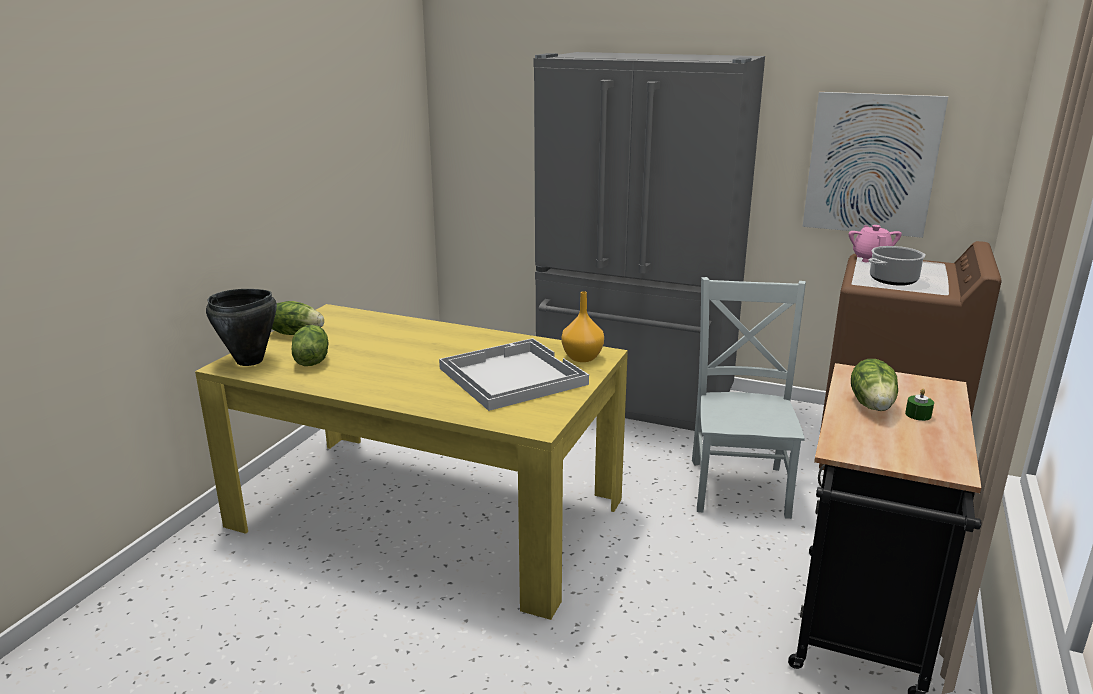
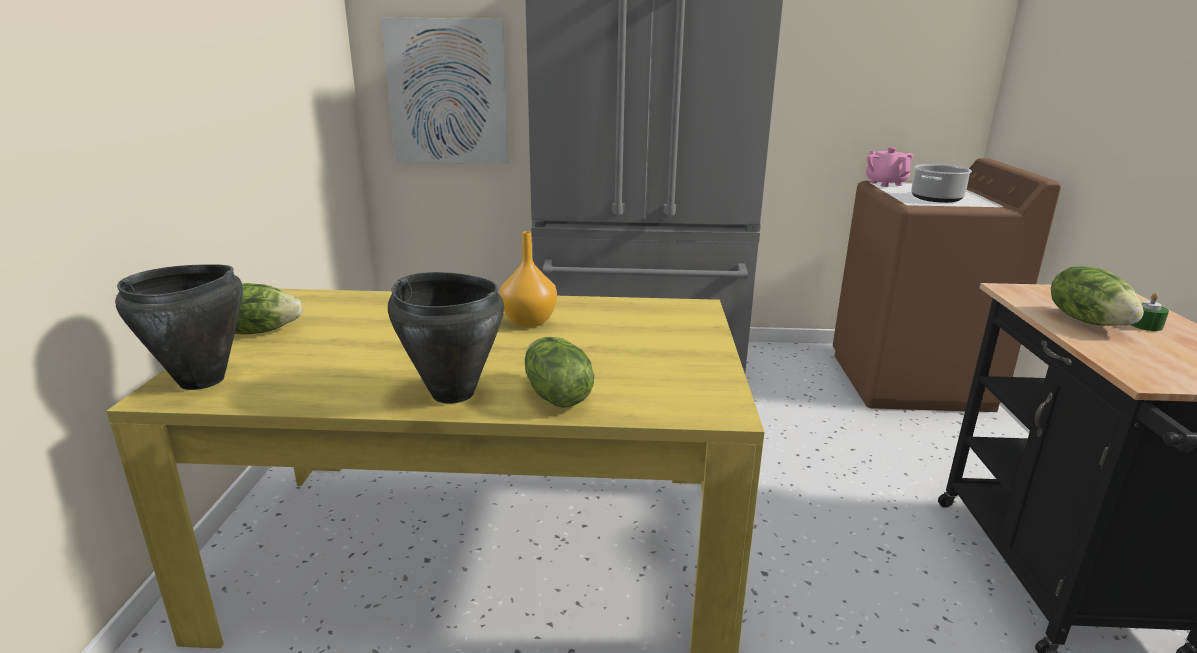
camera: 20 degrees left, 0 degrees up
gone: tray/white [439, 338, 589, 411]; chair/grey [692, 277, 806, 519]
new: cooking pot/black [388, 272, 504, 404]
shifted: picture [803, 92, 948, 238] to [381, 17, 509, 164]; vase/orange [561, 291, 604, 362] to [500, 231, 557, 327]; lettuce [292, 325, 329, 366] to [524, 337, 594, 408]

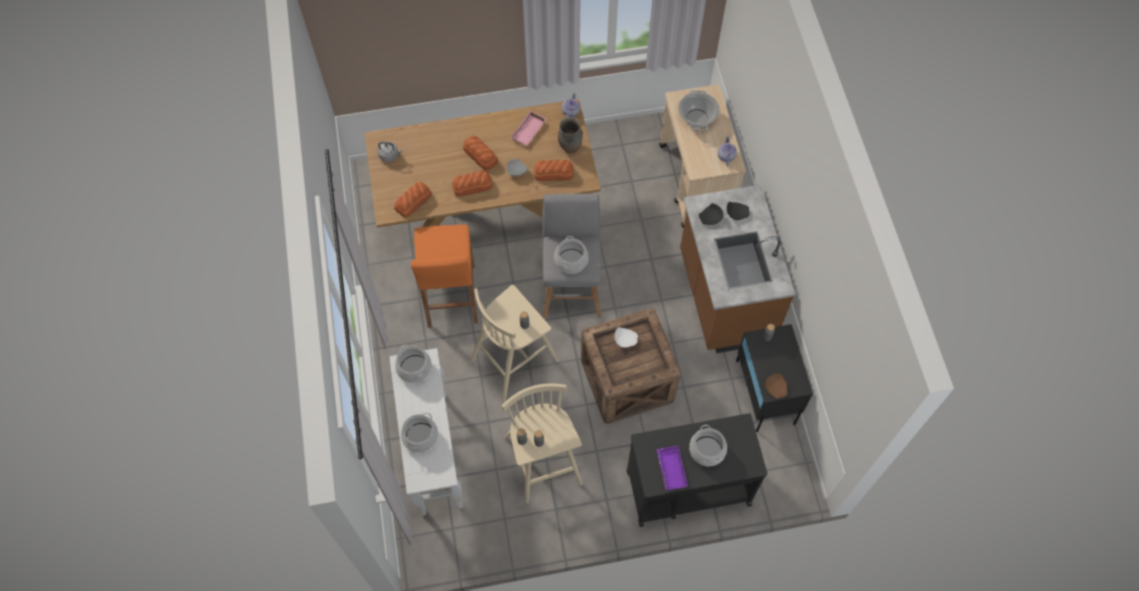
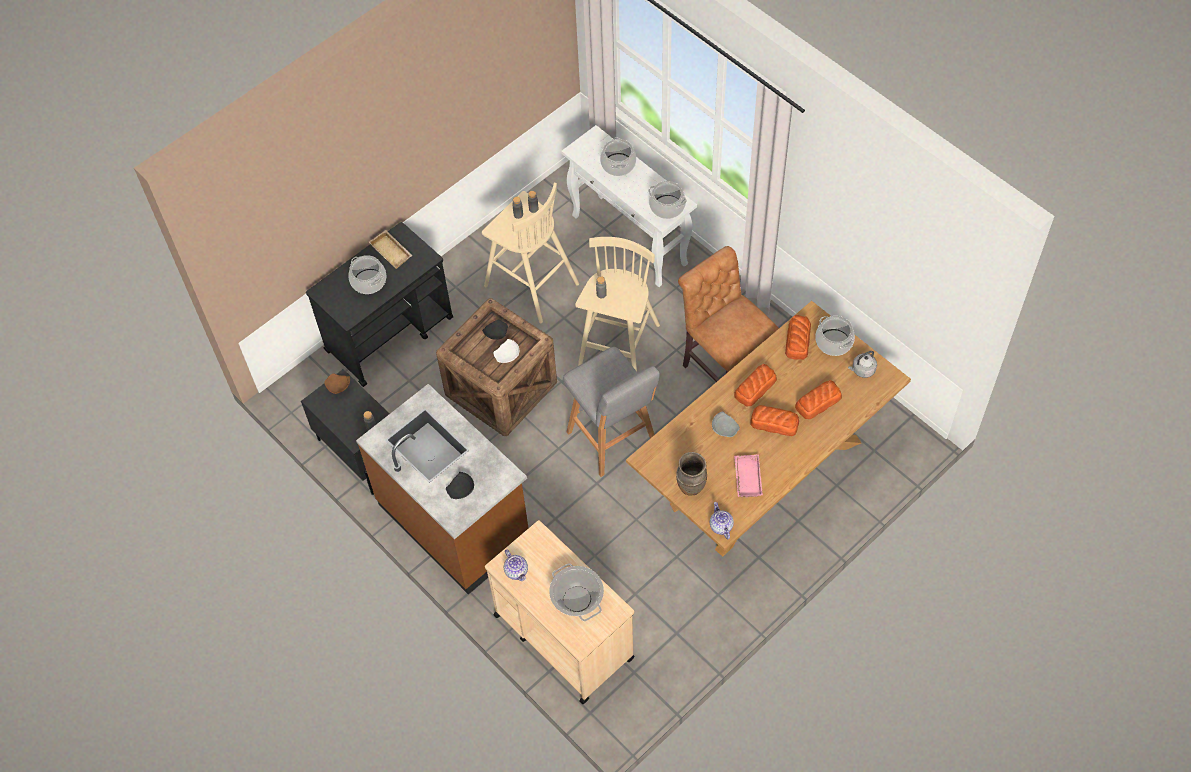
camera: 150 degrees right, 5 degrees down
shifted: plate/black [699, 203, 723, 225] to [482, 319, 508, 340]; bread [534, 160, 574, 181] to [795, 380, 842, 419]; cooking pot [554, 236, 589, 274] to [815, 316, 855, 356]
swapped: stool/orange [411, 225, 478, 328] to chair/brown [678, 246, 779, 382]
repainted: tray/purple [657, 446, 688, 490] to tray/beige [369, 230, 413, 269]

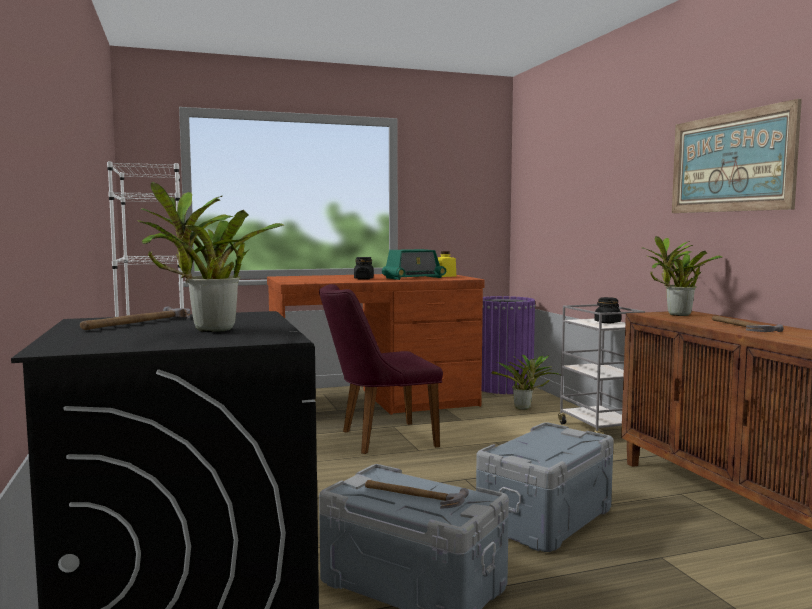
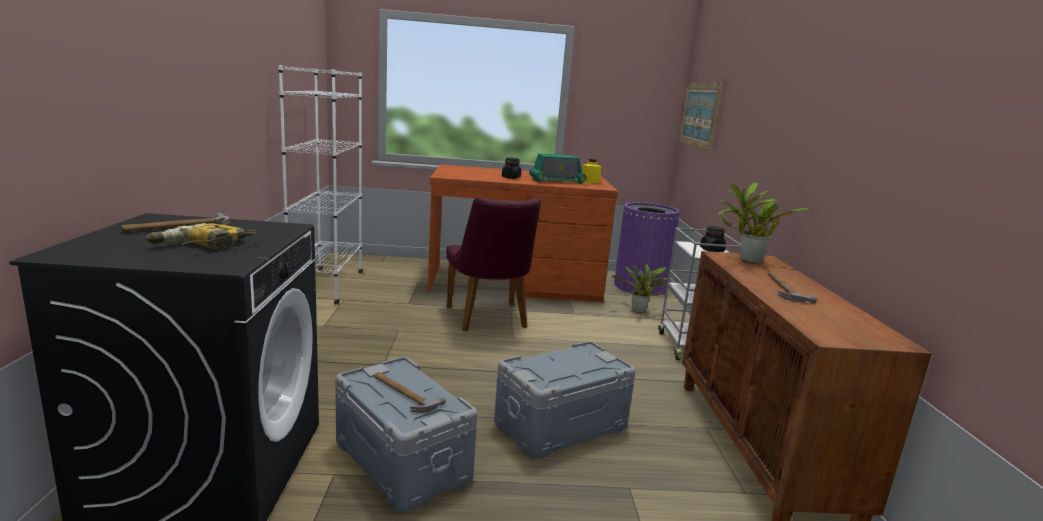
camera: 15 degrees right, 10 degrees up
shifted: picture [672, 99, 802, 213] to [678, 83, 723, 152]
swapped: potted plant [137, 182, 284, 332] to power drill [146, 223, 260, 250]
rotated: chair/purple [319, 284, 443, 454] = [446, 197, 541, 331] 105 degrees counterclockwise

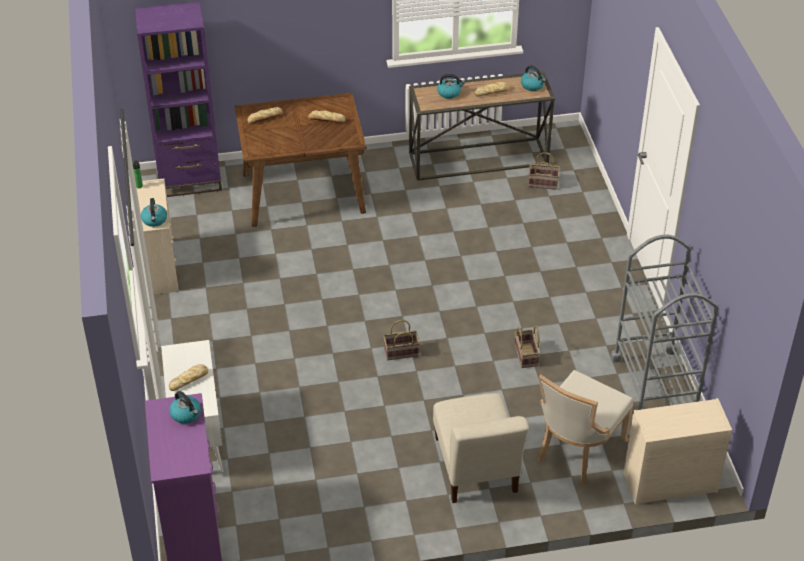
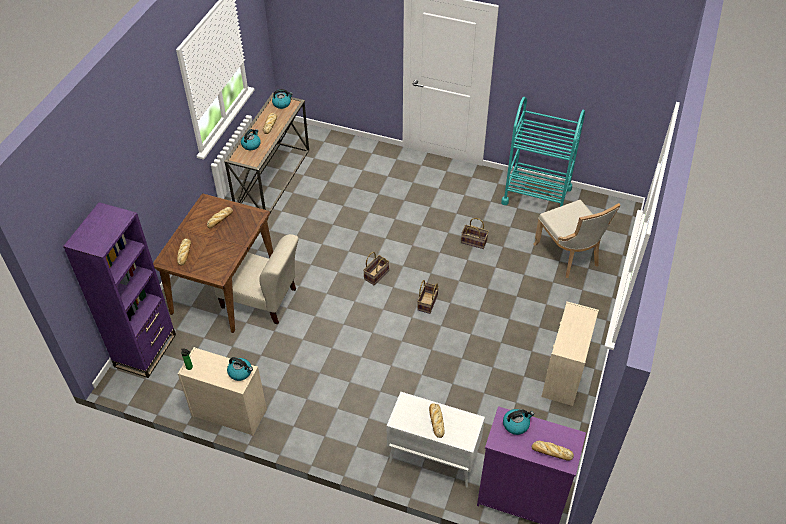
camera: 60 degrees left, 5 degrees up
new: bread [532, 441, 574, 461]
shifted: chair/beige [433, 393, 529, 503] to [214, 234, 299, 324]; basket [528, 152, 560, 190] to [363, 252, 390, 285]; dresser/beige [624, 398, 732, 505] to [541, 301, 599, 406]
repainted: cart/grey [611, 235, 719, 410] to cart/turquoise [501, 97, 585, 207]

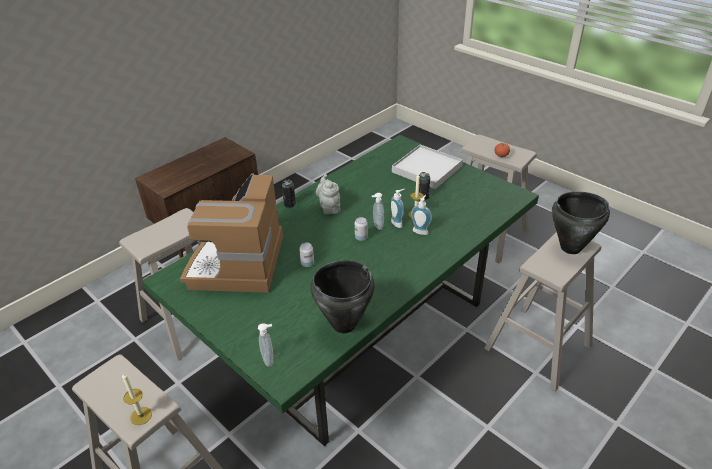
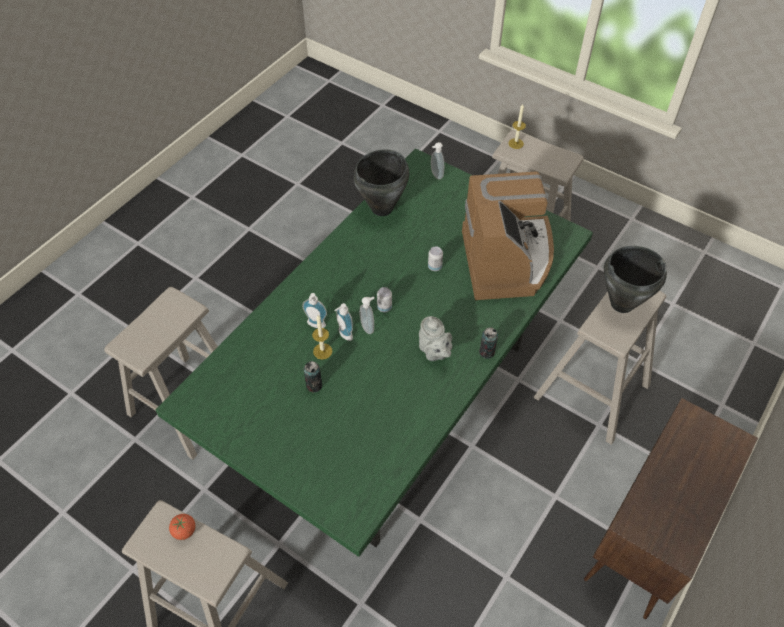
camera: 170 degrees right, 15 degrees up
gone: tray/white [392, 145, 463, 189]
shifted: cooking pot/black [552, 192, 610, 254] to [604, 246, 667, 313]

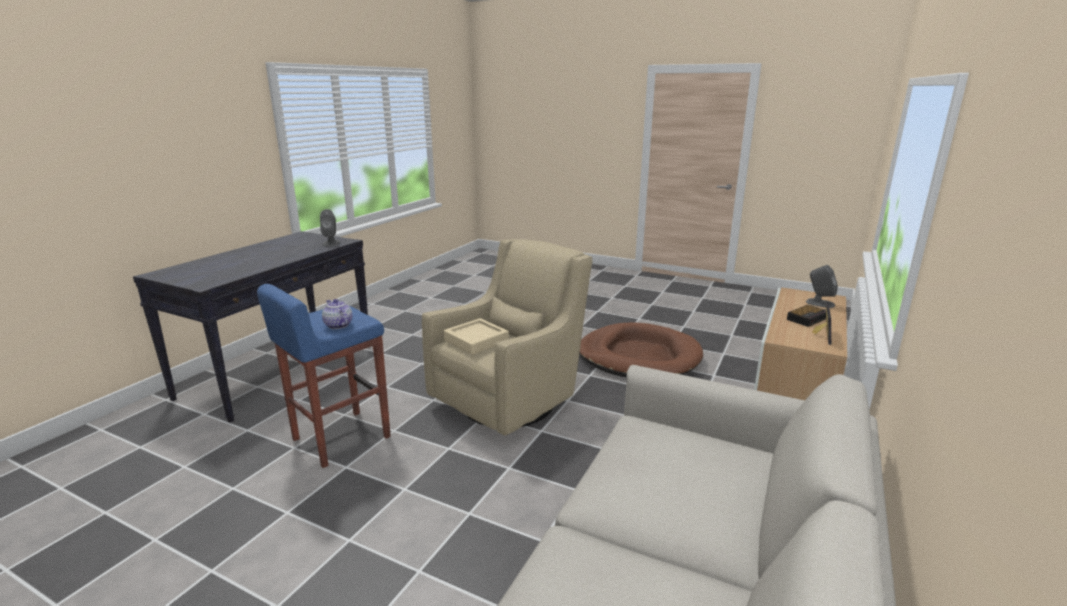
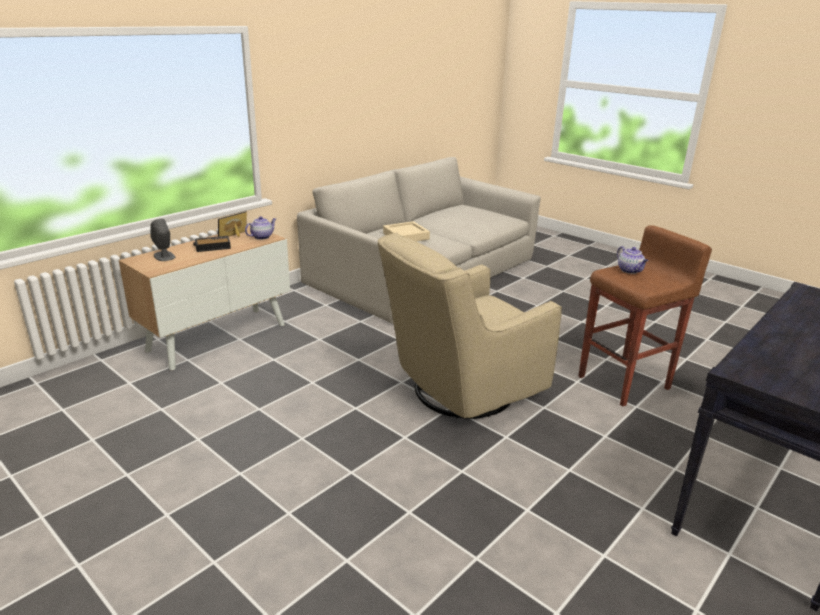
camera: 165 degrees left, 5 degrees up
gone: speaker/grey [320, 209, 340, 247]; dog bed/brown [579, 322, 703, 377]
new: teapot [245, 216, 276, 240]
shifted: tray/beige [444, 318, 509, 355] to [383, 221, 430, 241]
repainted: stool/blue [257, 284, 391, 468] to stool/brown [578, 225, 712, 407]

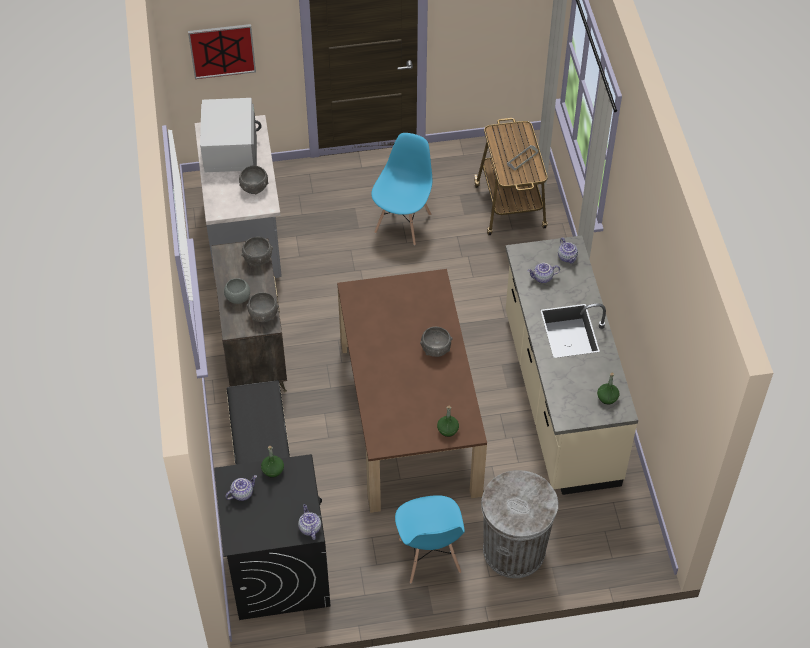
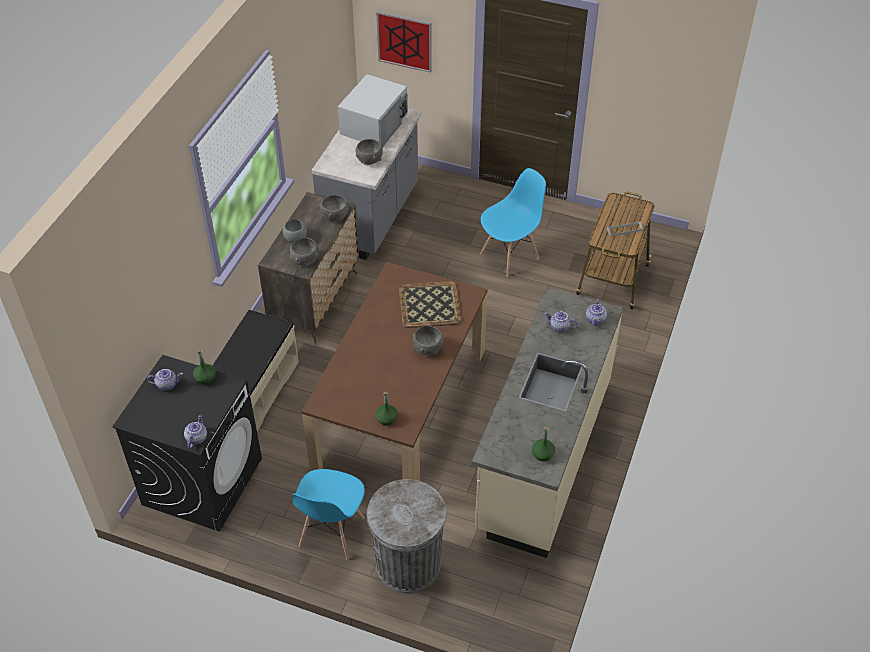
camera: 30 degrees right, 5 degrees down
new: tray [399, 281, 462, 328]

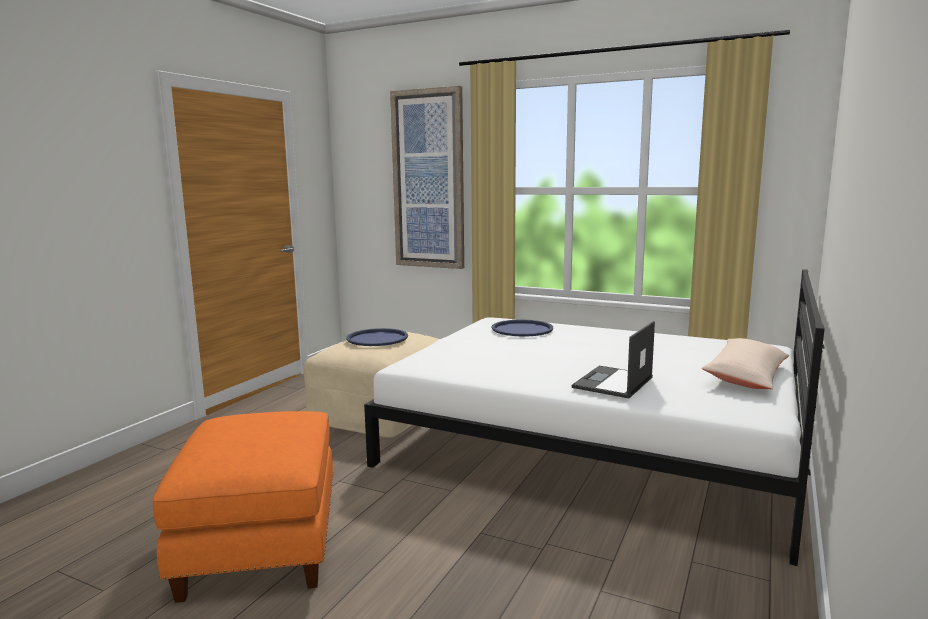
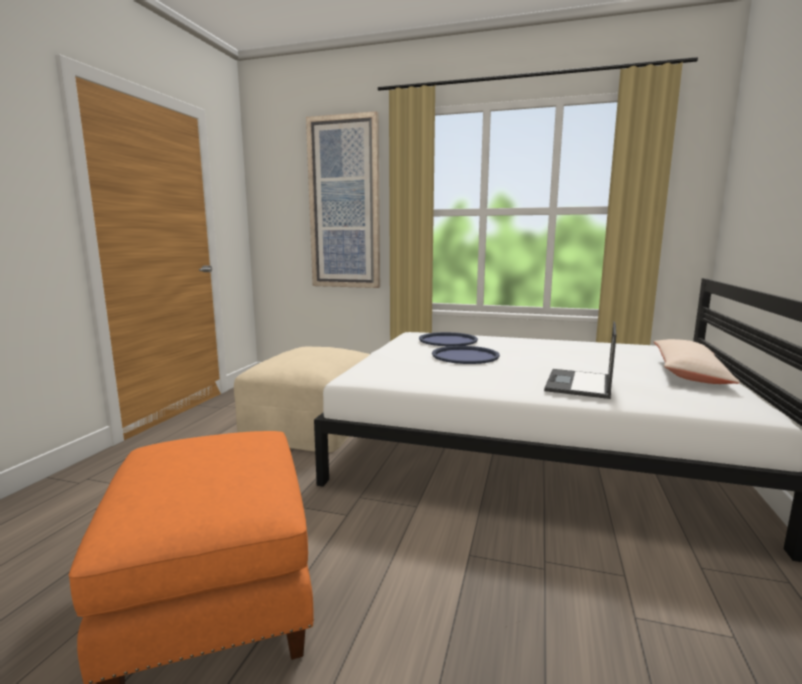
camera: 10 degrees left, 0 degrees up
shifted: tray/blue [346, 328, 408, 346] to [432, 346, 500, 364]

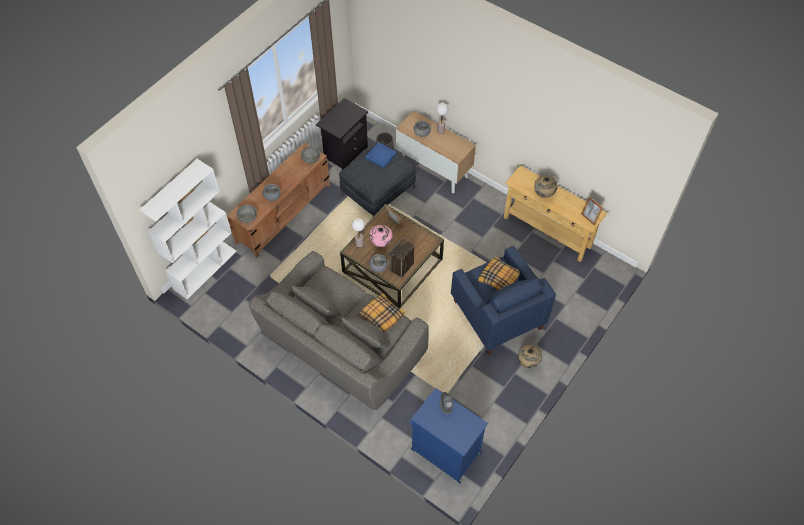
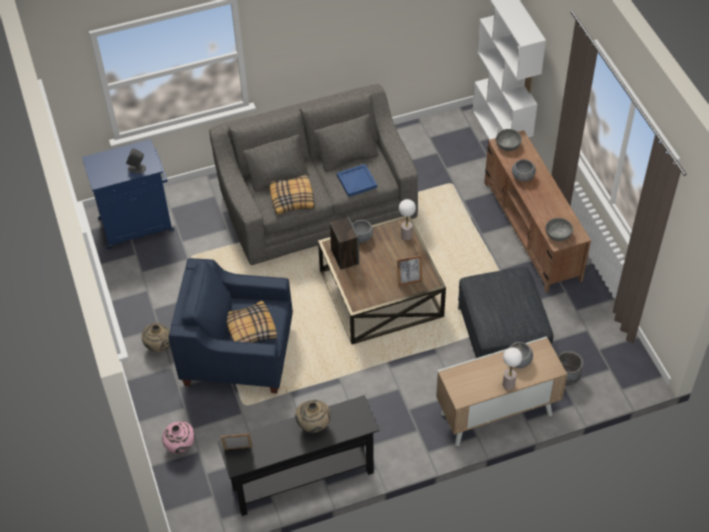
camera: 125 degrees right, 5 degrees down
gone: nightstand/black [316, 98, 368, 170]
shifted: vase/pink [369, 225, 393, 247] to [162, 421, 195, 453]; tray/blue [365, 143, 397, 168] to [337, 164, 377, 197]
repainted: console table/beige [504, 165, 607, 262] to console table/black [218, 395, 380, 516]

